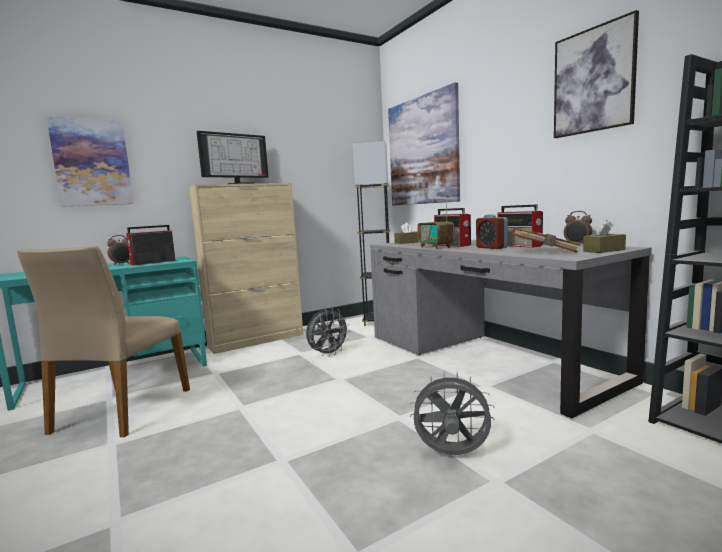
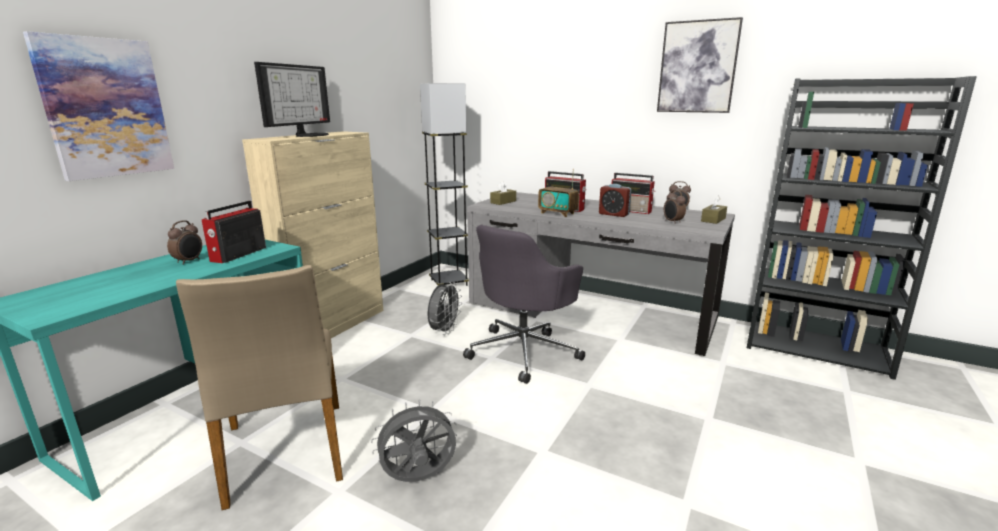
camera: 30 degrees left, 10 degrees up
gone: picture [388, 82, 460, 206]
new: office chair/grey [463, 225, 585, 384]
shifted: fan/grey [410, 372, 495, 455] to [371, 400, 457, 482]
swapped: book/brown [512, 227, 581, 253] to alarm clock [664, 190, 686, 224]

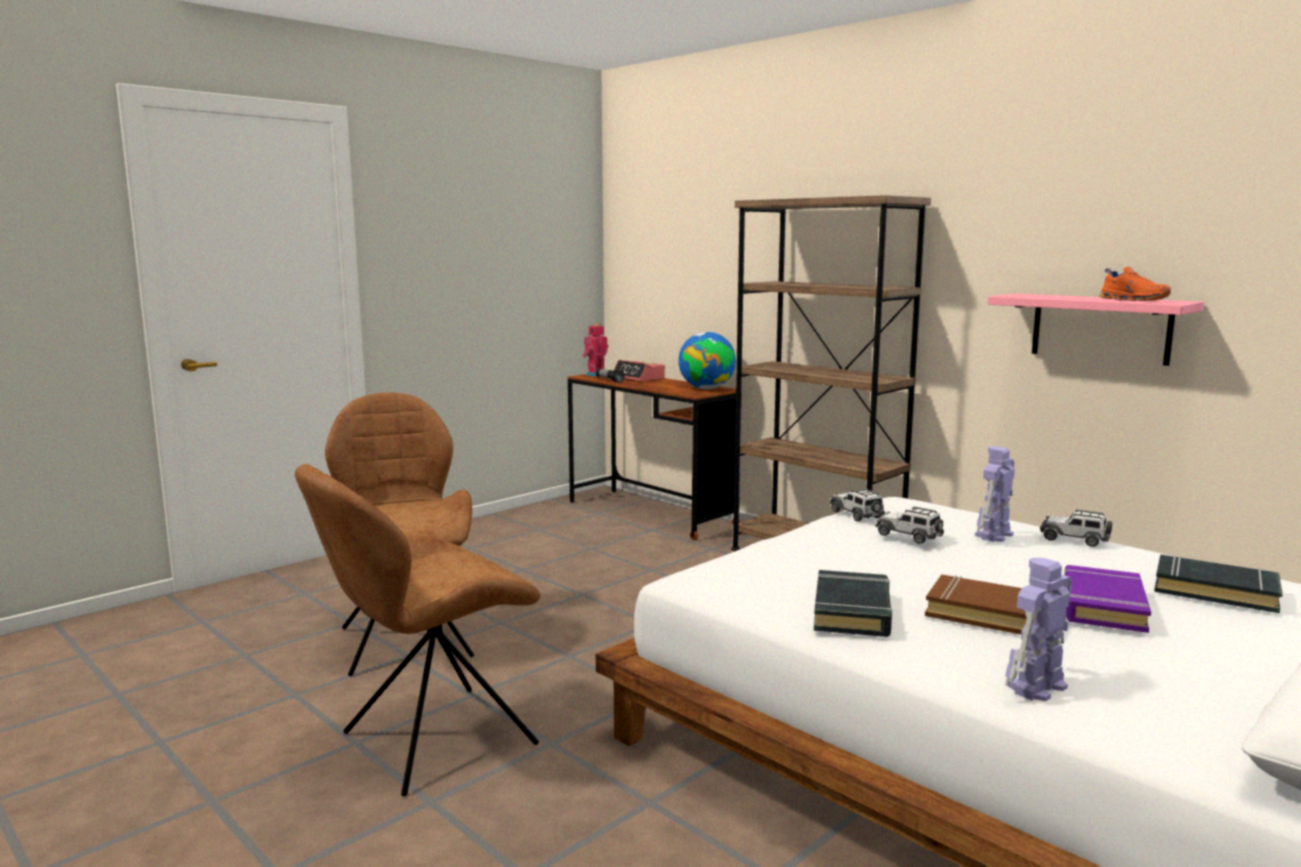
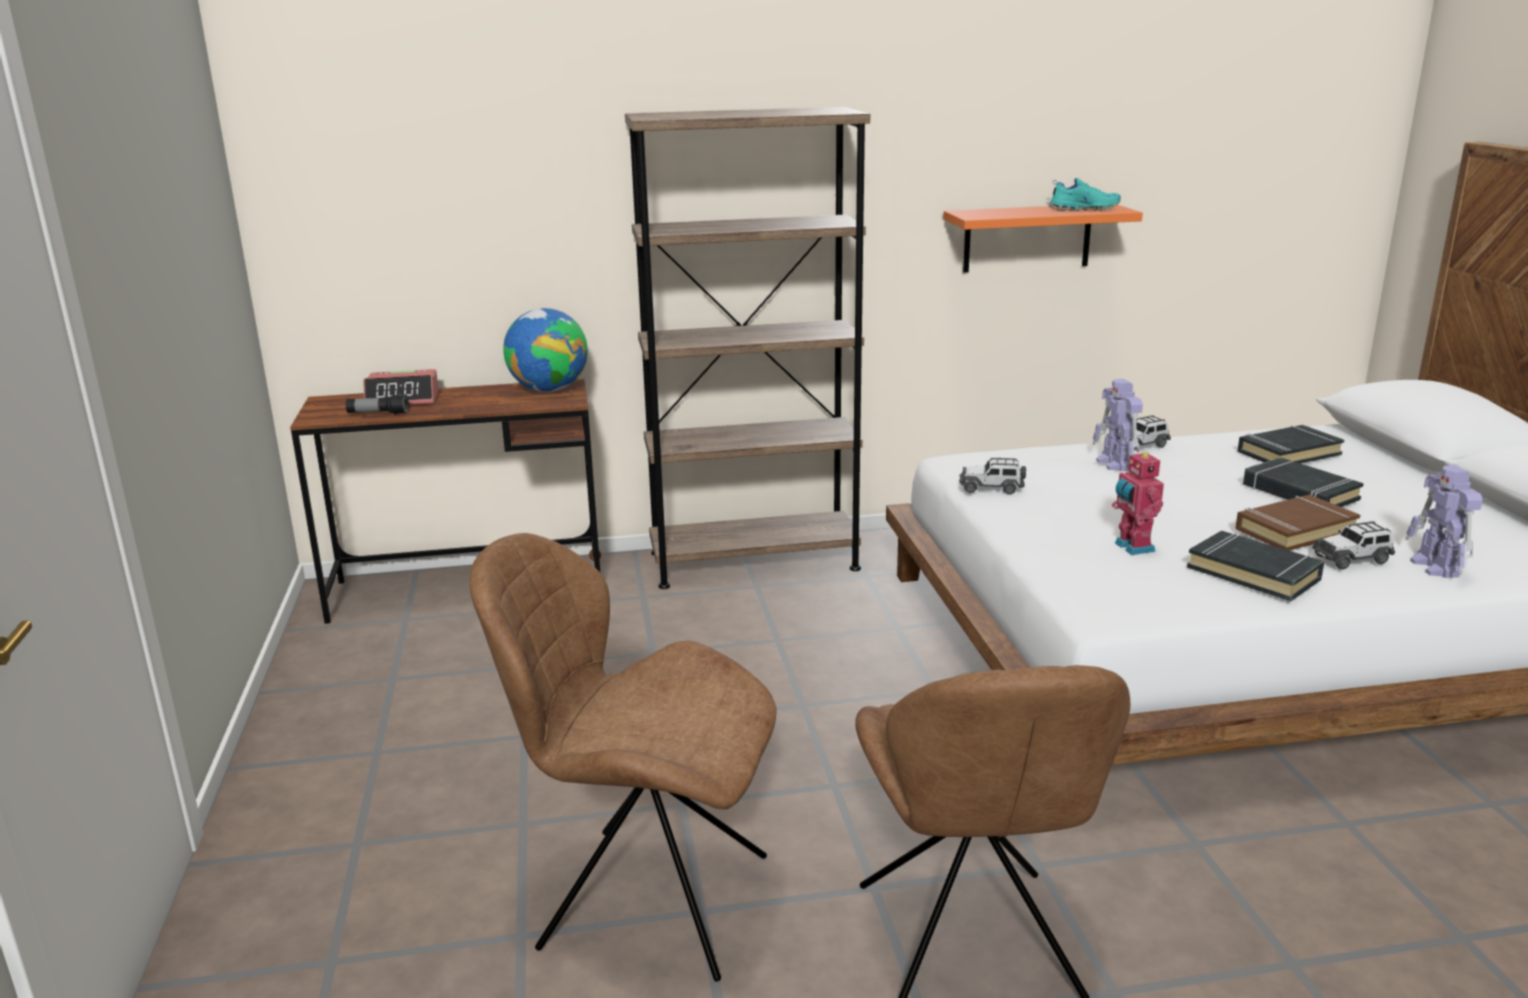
camera: 55 degrees left, 10 degrees up
shifted: toy robot [582, 323, 608, 377] to [1112, 450, 1164, 555]; toy car [876, 507, 944, 544] to [1312, 521, 1395, 570]
repainted: shelf/pink [988, 294, 1204, 366] to shelf/orange [943, 205, 1143, 272]; shoe/orange [1099, 267, 1171, 301] to shoe/turquoise [1049, 178, 1121, 211]; book/purple [1064, 565, 1151, 633] to book/black [1243, 457, 1364, 507]

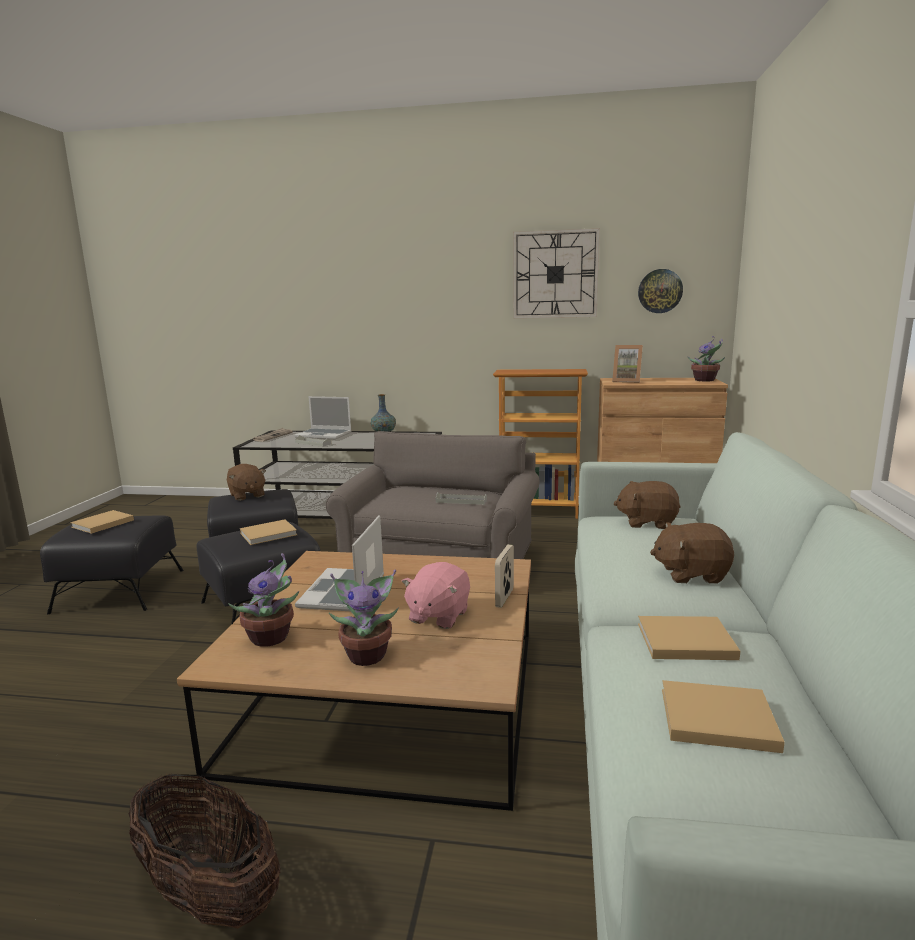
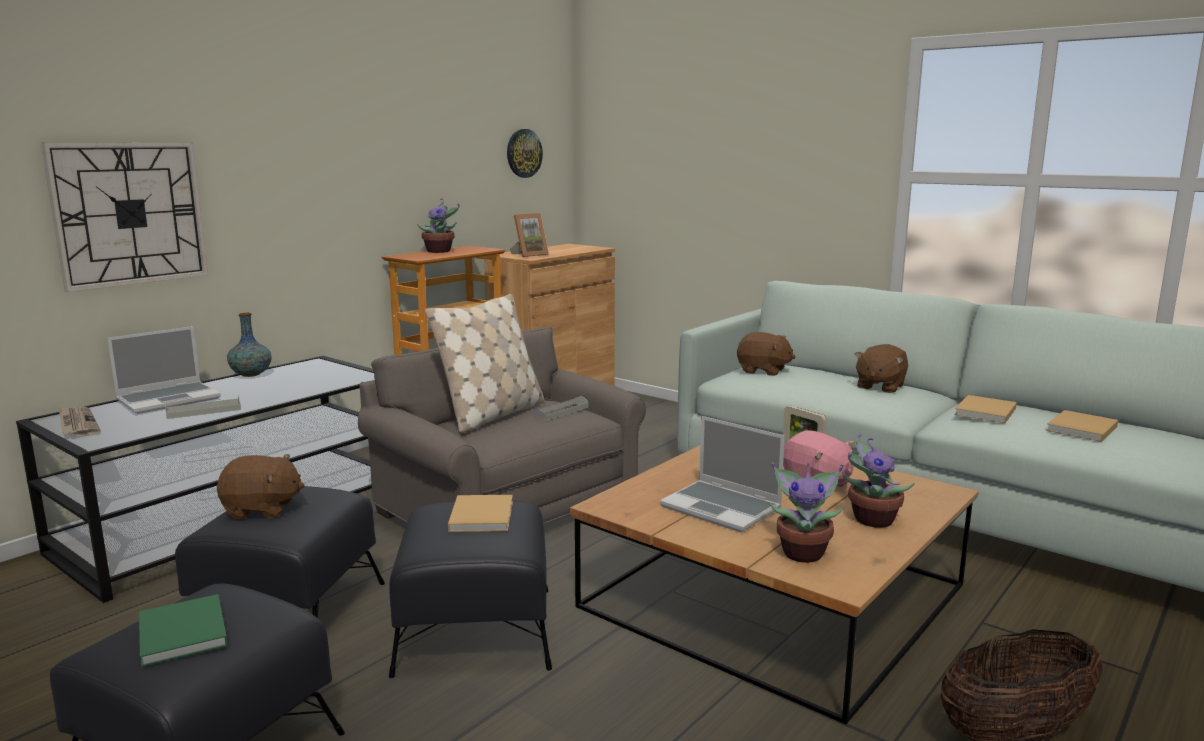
camera: 60 degrees left, 0 degrees up
new: pillow/beige [425, 294, 544, 433]
shifted: wall clock [513, 228, 600, 319] to [41, 142, 208, 292]; potted plant [688, 336, 725, 381] to [417, 198, 459, 253]
repainted: book/beige [70, 510, 134, 534] to book/green [139, 594, 228, 667]
rotated: plush toy/brown [614, 481, 681, 529] = [737, 332, 795, 376] 105 degrees counterclockwise

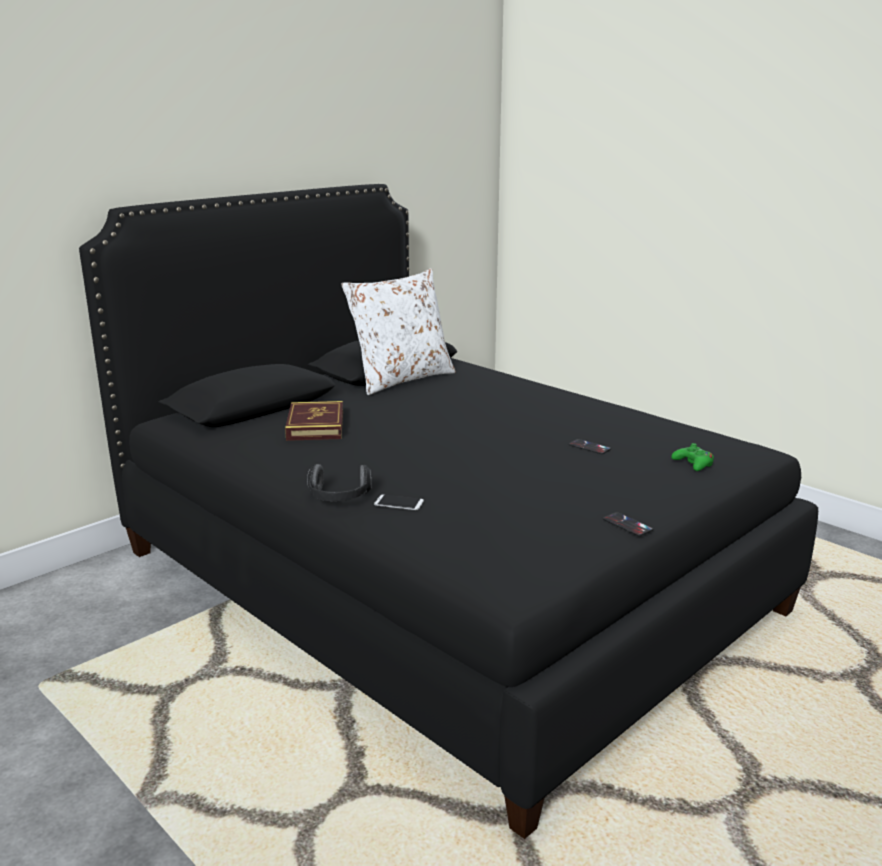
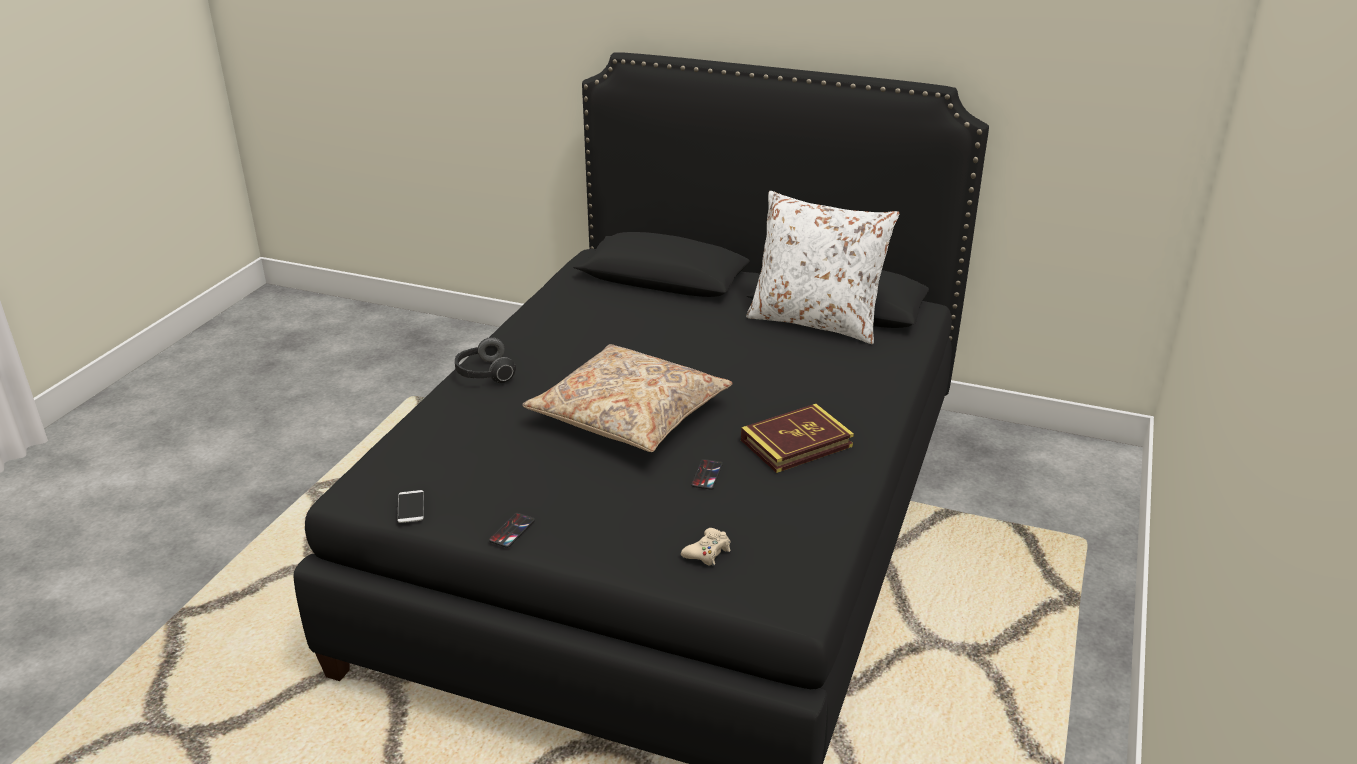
camera: 65 degrees right, 10 degrees up
new: pillow/beige [522, 344, 733, 452]
shifted: phone [374, 495, 424, 510] to [397, 490, 424, 523]; book [285, 401, 343, 441] to [741, 404, 854, 473]
repainted: game controller/green [671, 443, 714, 471] to game controller/beige [681, 528, 731, 566]

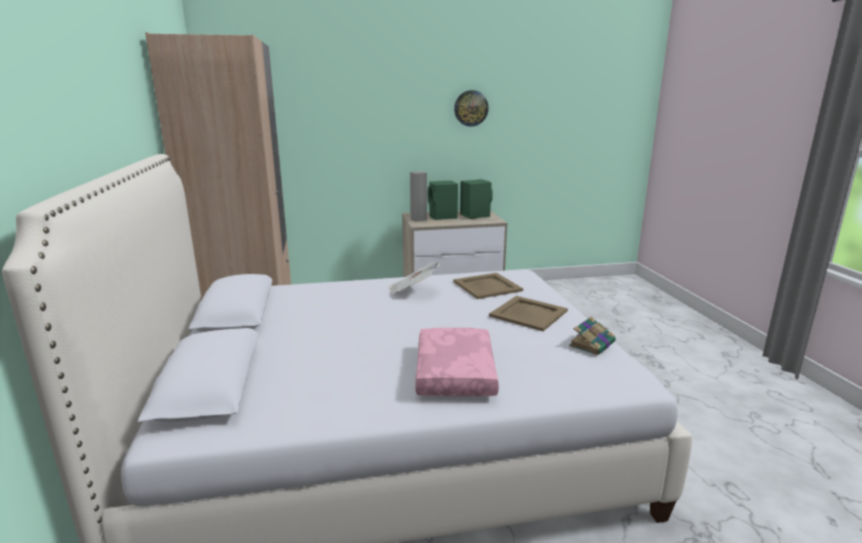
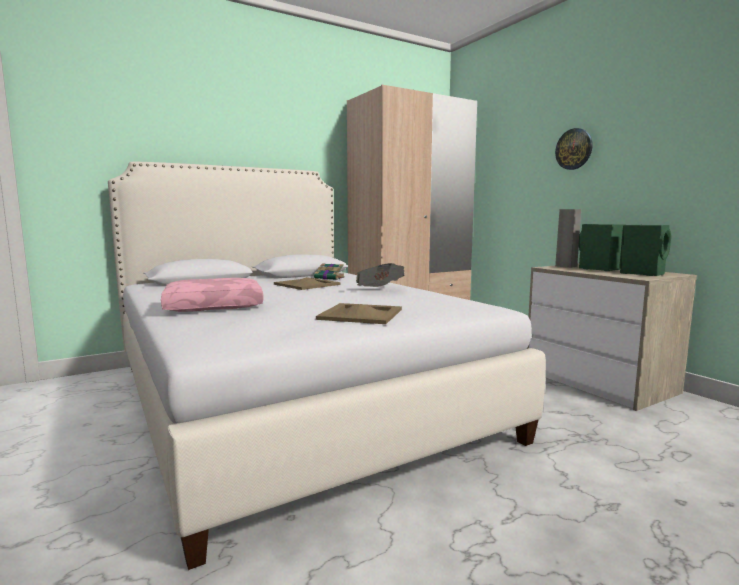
camera: 70 degrees right, 10 degrees down
shifted: tray/beige [453, 273, 523, 299] to [274, 277, 341, 290]; book [569, 316, 616, 356] to [314, 263, 344, 280]; wall clock [454, 90, 489, 127] to [555, 128, 593, 170]

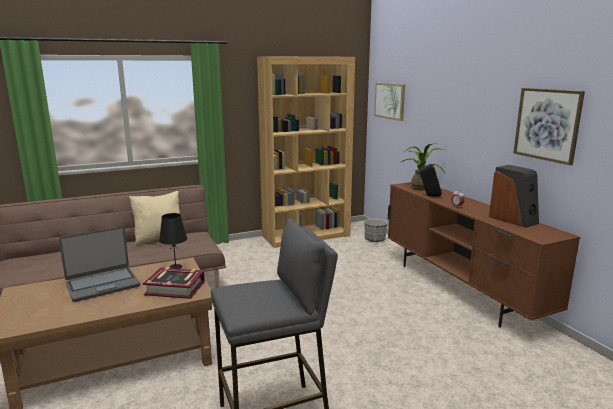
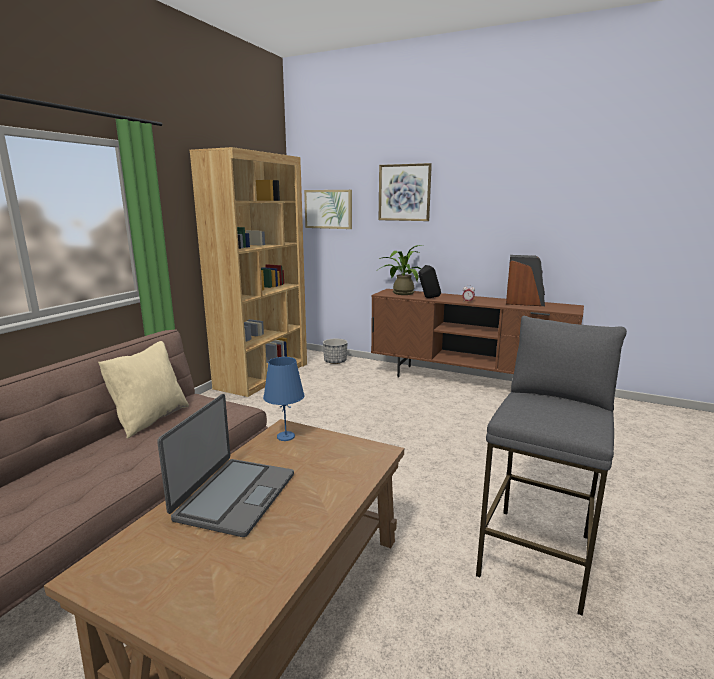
camera: 40 degrees left, 0 degrees up
gone: book [143, 267, 205, 299]
shifted: picture [513, 88, 585, 165] to [379, 163, 432, 221]
repainted: table lamp/black [159, 213, 187, 269] to table lamp/blue [263, 357, 305, 441]

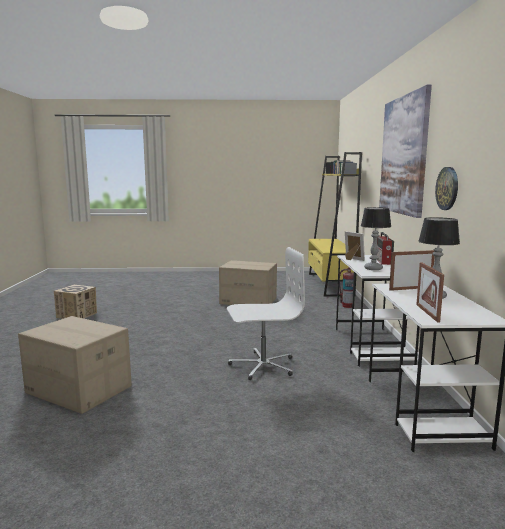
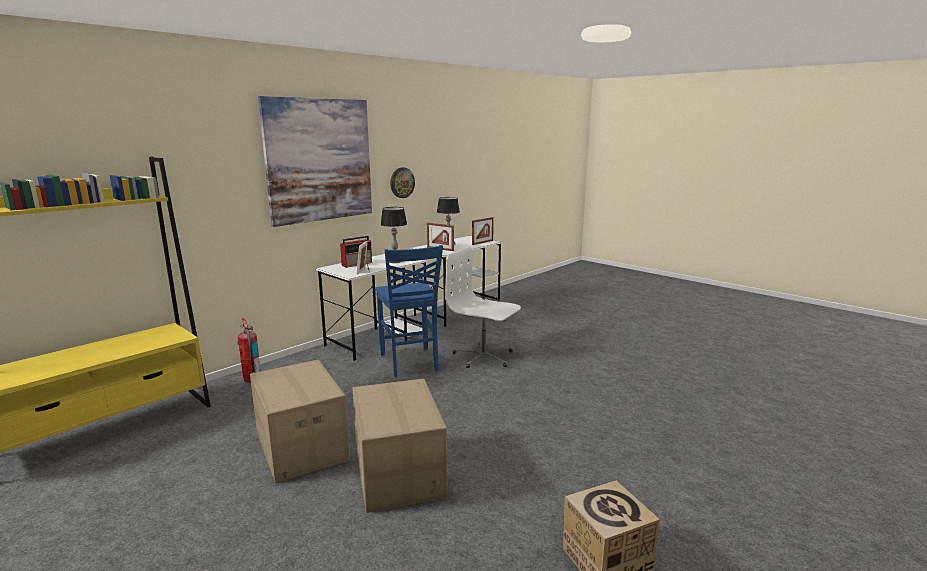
camera: 135 degrees left, 5 degrees up
new: chair/blue [375, 245, 443, 377]
shifted: cardboard box [18, 316, 132, 414] to [352, 378, 447, 513]

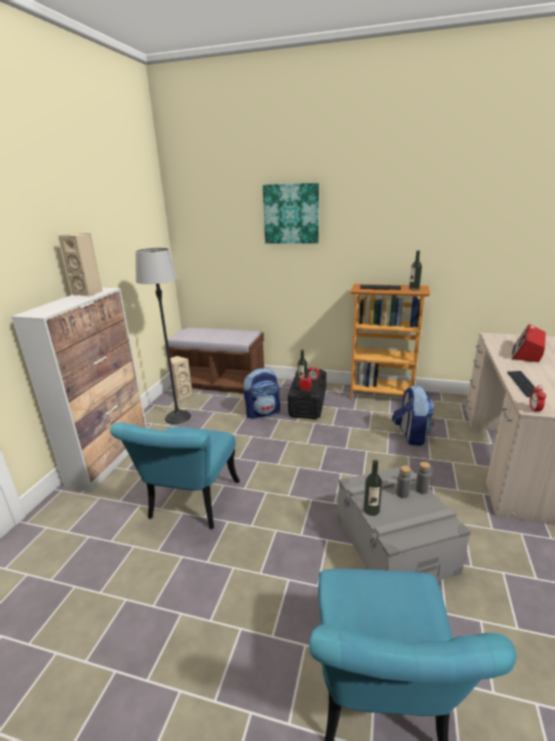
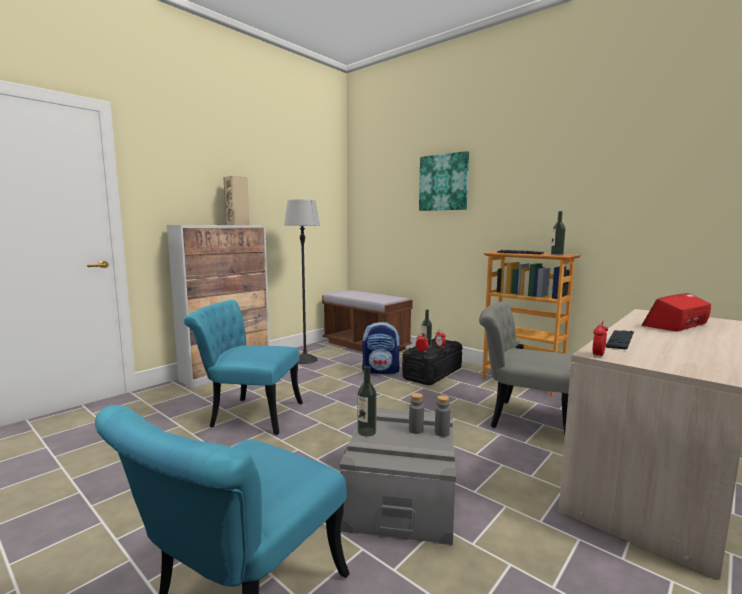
camera: 25 degrees right, 15 degrees down
gone: speaker/beige [170, 356, 193, 400]
swapped: backpack [392, 385, 434, 446] to chair/grey [479, 301, 572, 435]
rotated: chair/turquoise [110, 422, 240, 529] = [184, 300, 303, 435] 60 degrees clockwise

